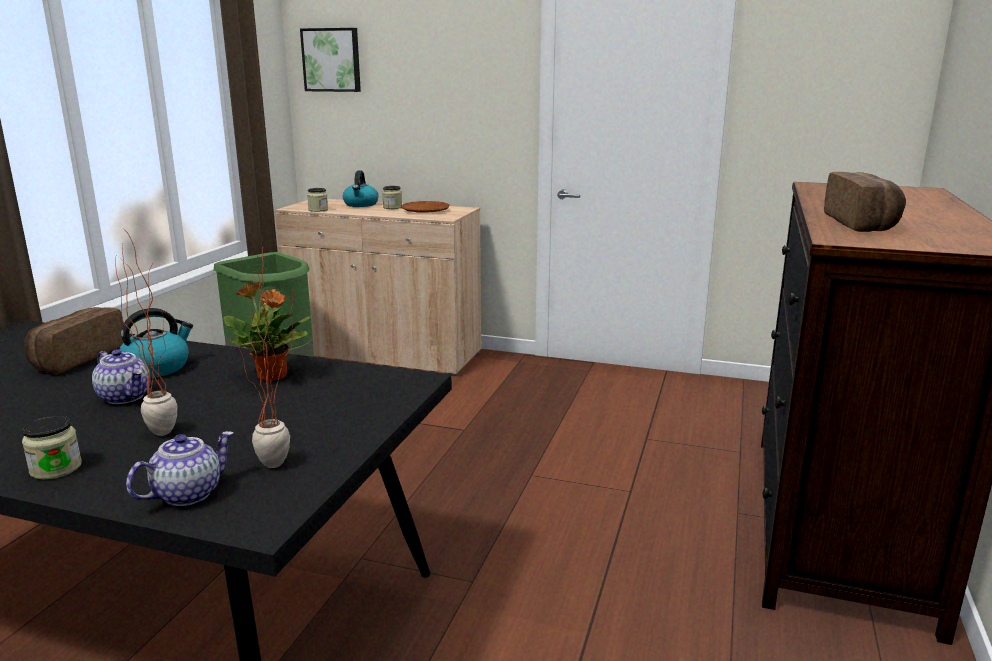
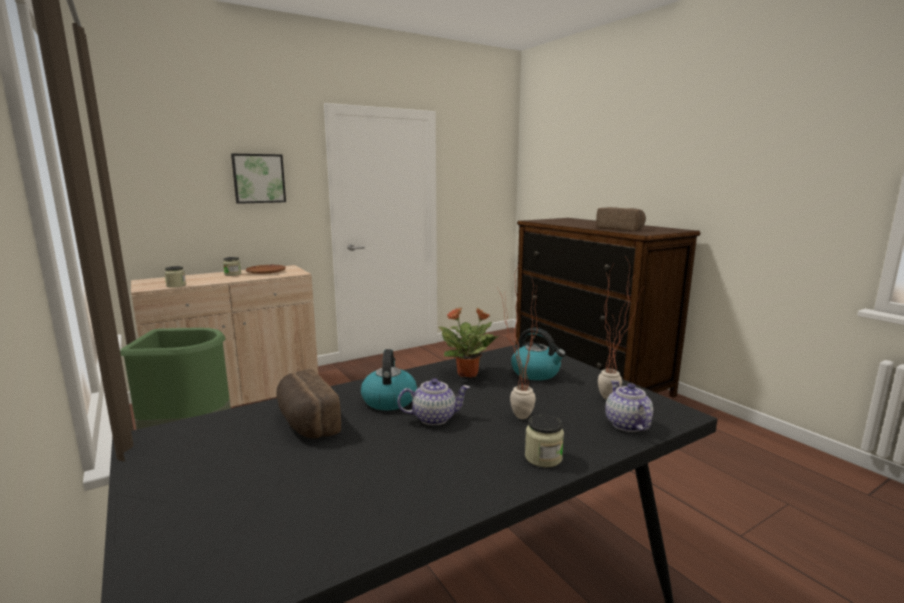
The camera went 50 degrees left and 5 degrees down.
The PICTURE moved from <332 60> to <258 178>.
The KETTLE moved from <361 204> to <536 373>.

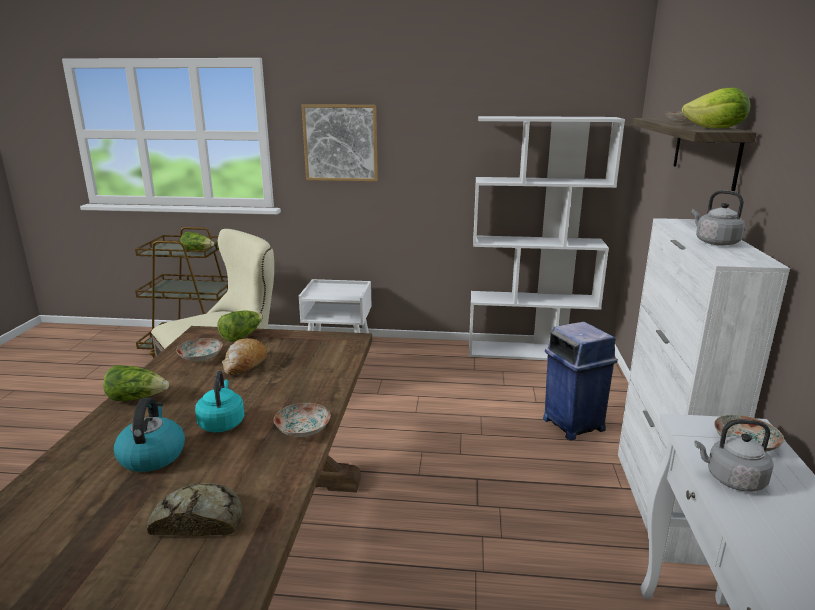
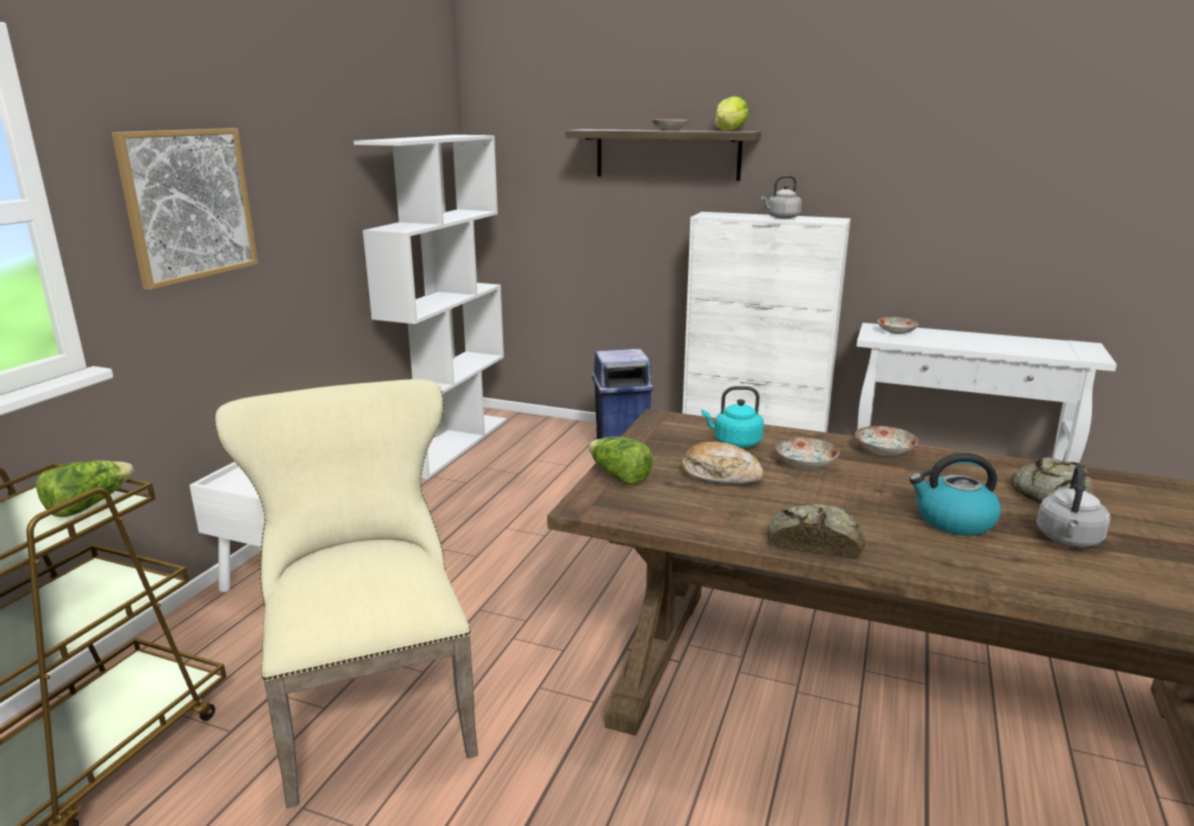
The camera went 75 degrees left and 0 degrees up.
The PLATE moved from <201 357> to <805 463>.
The LETTUCE at <137 398> was replaced by the BREAD at <814 540>.
The TURQUOISE KETTLE moved from <222 423> to <734 442>.
The GREY KETTLE moved from <732 479> to <1068 540>.

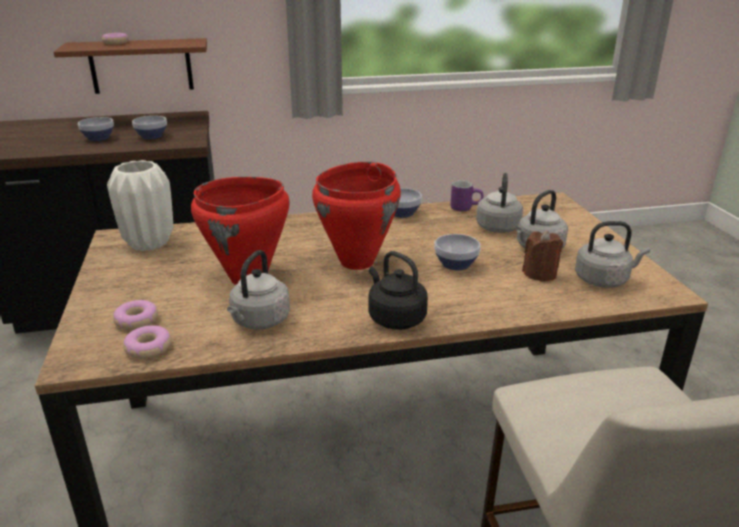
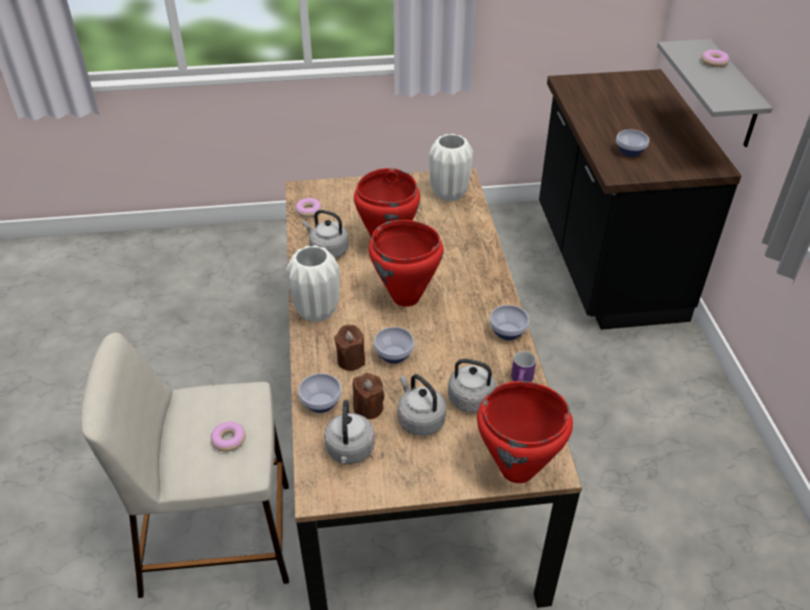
The camera went 95 degrees right and 15 degrees up.
The BROWN SHELF at <141 66> became the GREY SHELF at <732 96>.
The BOWL moved from <98 138> to <321 402>.
The BLACK KETTLE at <394 318> was replaced by the WHITE VASE at <317 311>.
The DONUT moved from <136 321> to <228 440>.
The BROWN CANDLE at <351 360> appeared.
The RED COOKING POT at <518 470> appeared.

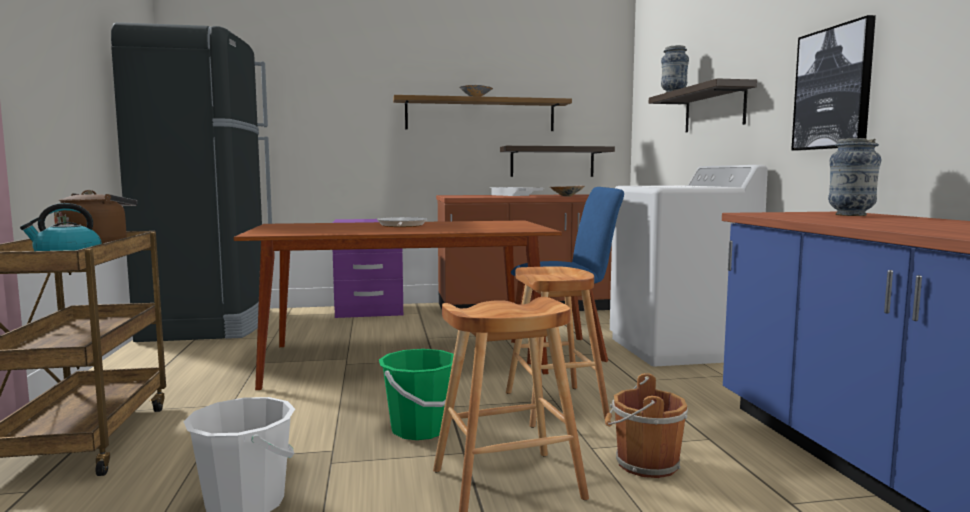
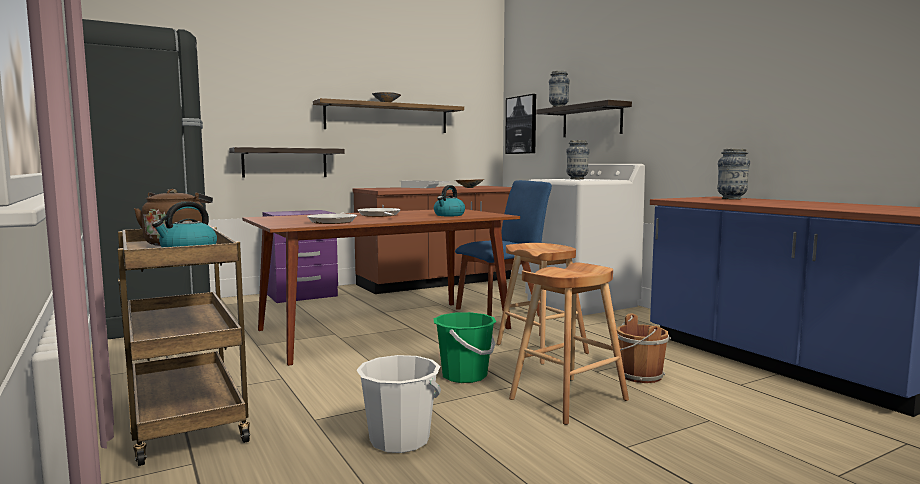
The camera went 20 degrees left and 0 degrees up.
The PICTURE moved from <833 88> to <521 125>.
The SHELF moved from <552 162> to <285 162>.
The VASE at <577 179> appeared.
The KETTLE at <449 215> appeared.
The FRYING PAN at <333 221> appeared.

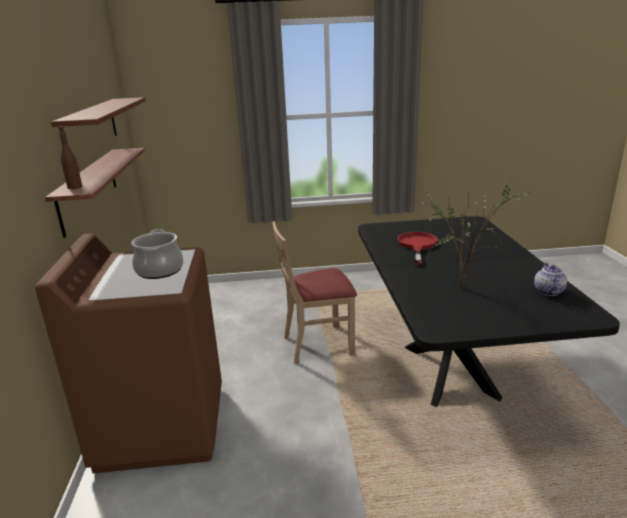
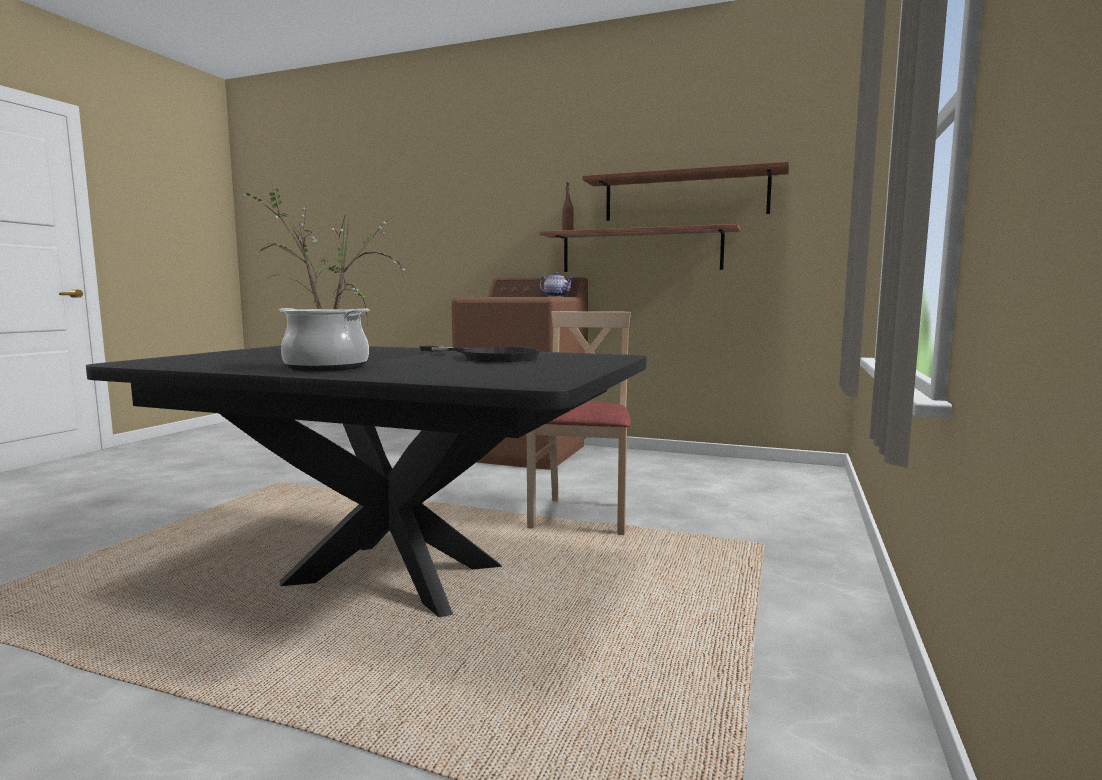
The camera went 115 degrees right and 15 degrees down.
The COOKING POT moved from <160 270> to <326 367>.
The RED FRYING PAN at <417 245> became the BLACK FRYING PAN at <490 357>.
The TEAPOT moved from <548 291> to <556 296>.

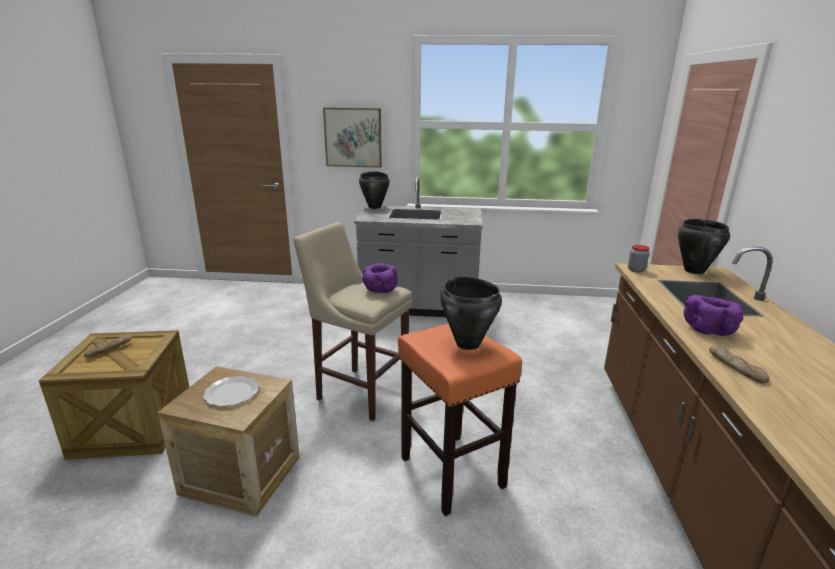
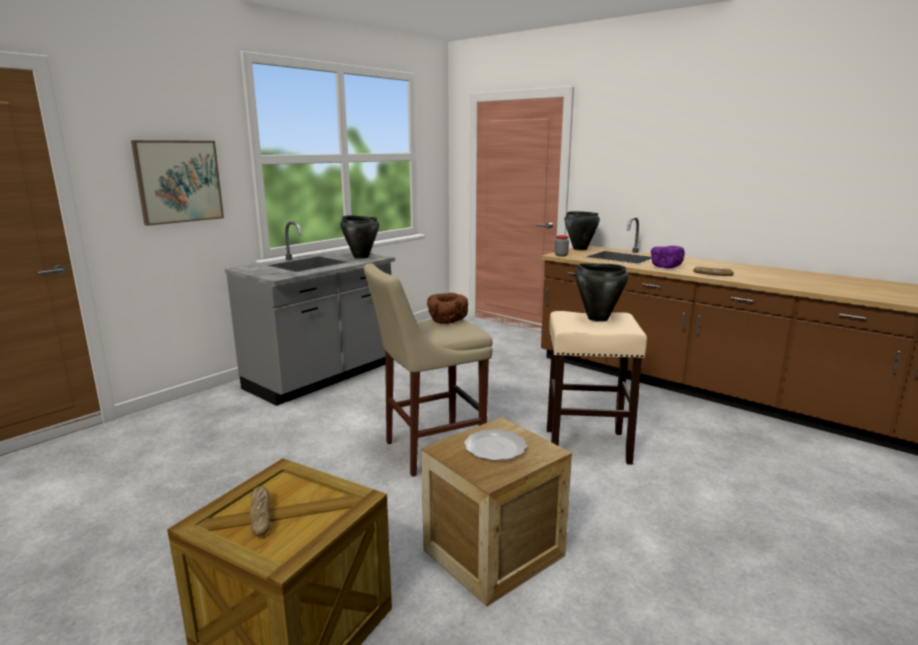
The camera went 55 degrees left and 5 degrees down.
The BLACK COOKING POT moved from <375 207> to <361 257>.
The PURPLE BOWL at <379 290> became the BROWN BOWL at <447 321>.
The ORANGE STOOL at <450 471> became the BEIGE STOOL at <586 446>.

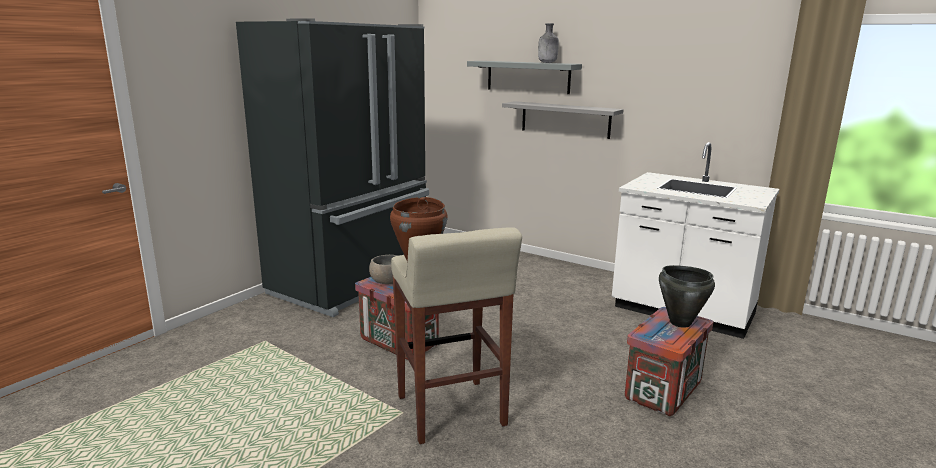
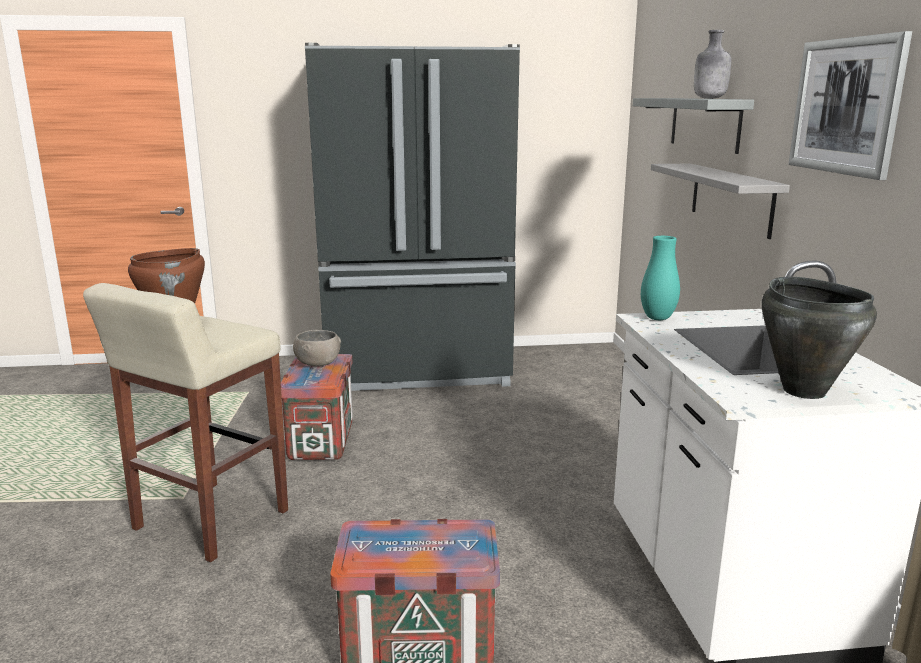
The camera went 50 degrees right and 0 degrees up.
The BLACK COOKING POT moved from <680 322> to <804 391>.
The PICTURE at <846 106> appeared.
The TURQUOISE VASE at <657 318> appeared.

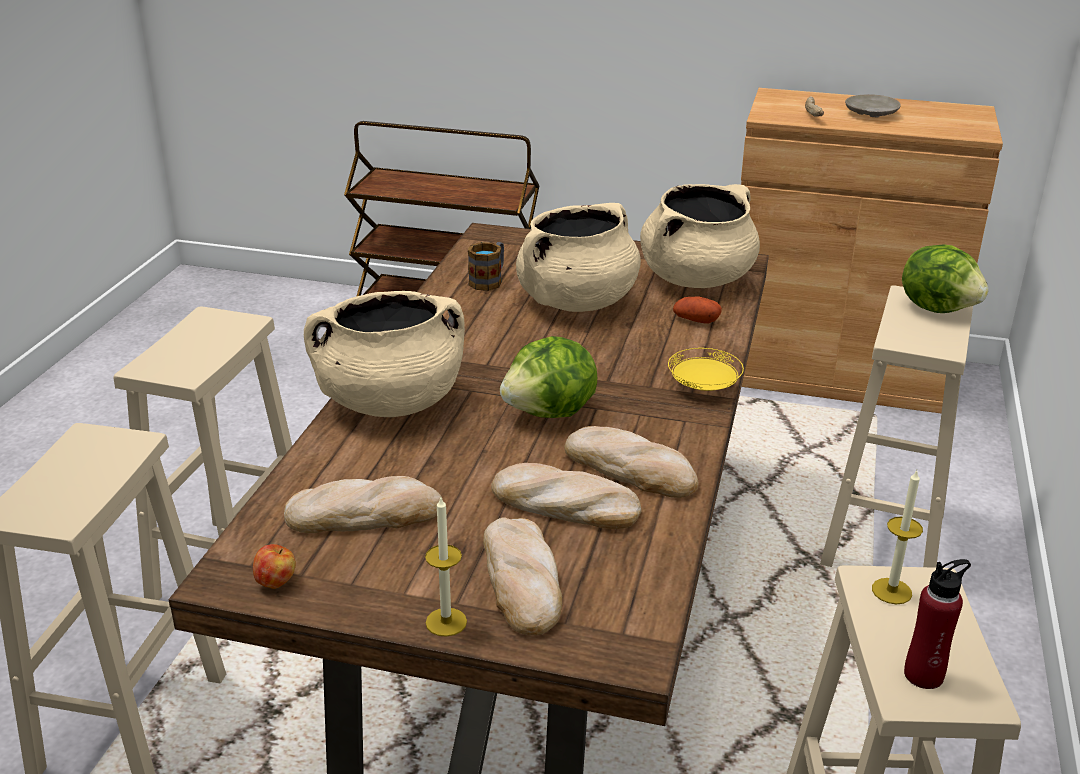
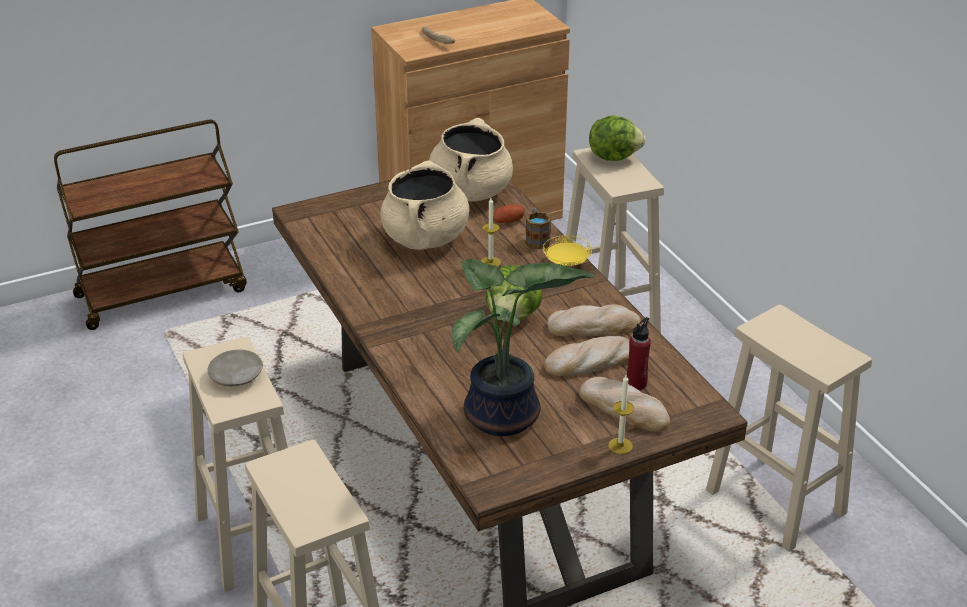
The camera went 40 degrees left and 5 degrees up.
The BEIGE PLATE moved from <870 114> to <236 376>.
The MUG moved from <489 280> to <536 239>.
The BEIGE COOKING POT at <390 402> disappeared.
The CANDLE moved from <891 591> to <490 262>.
The BREAD at <364 513> was replaced by the POTTED PLANT at <504 419>.
The APPLE at <276 582> disappeared.
The RED BOTTLE moved from <924 675> to <636 383>.

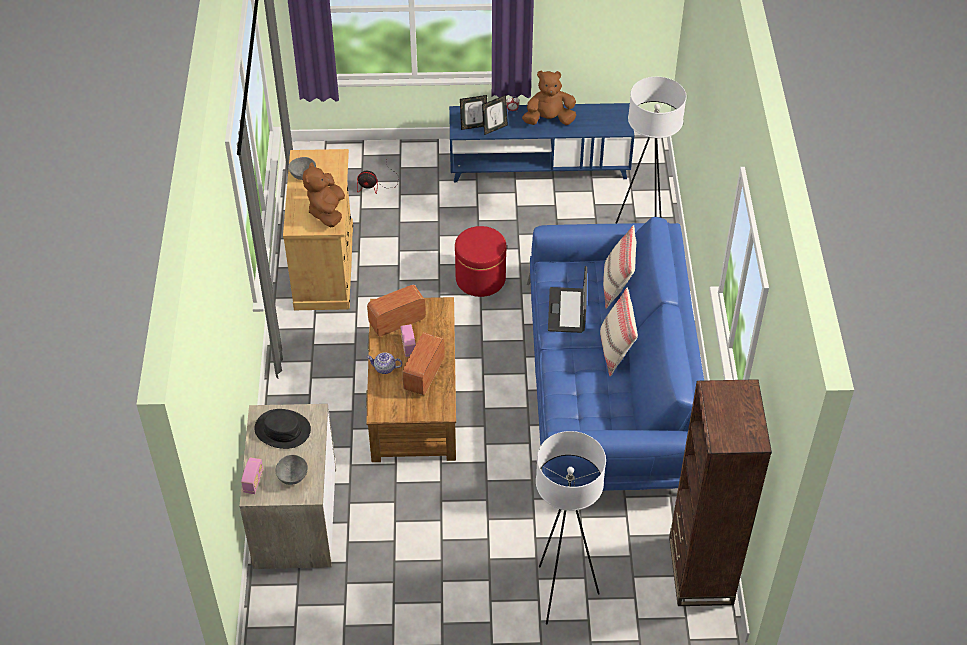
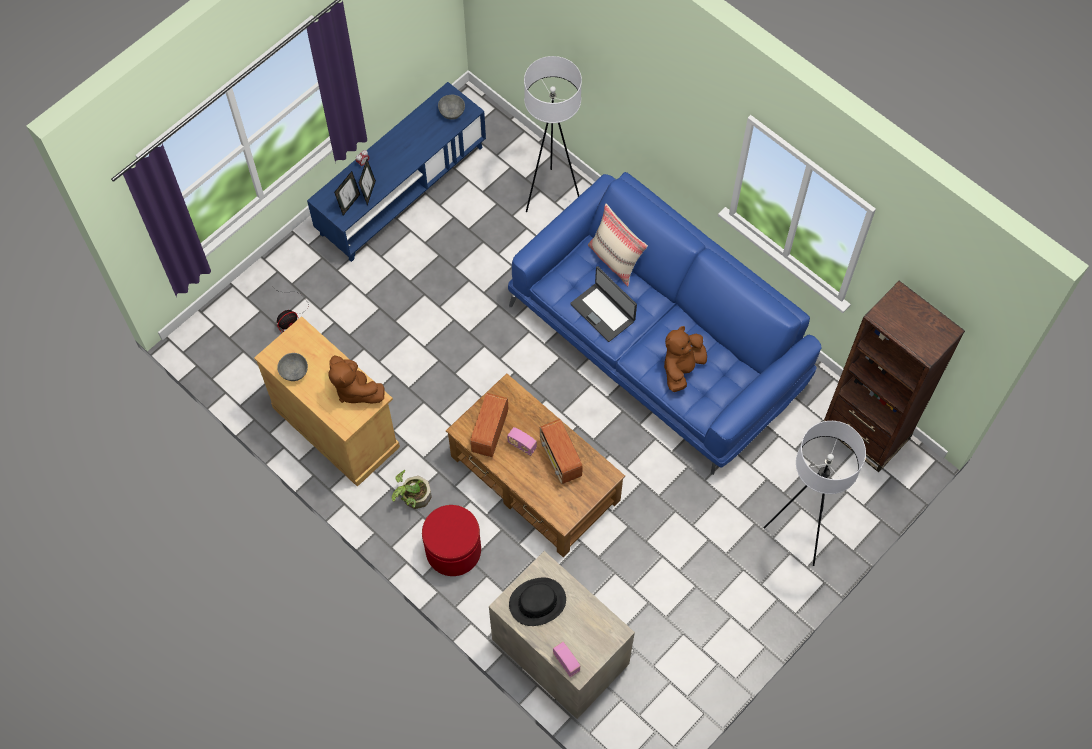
The camera went 45 degrees left and 15 degrees up.
The BROWN PLUSH TOY moved from <549 120> to <681 368>.
The RED OTTOMAN moved from <480 279> to <453 550>.
The BEIGE PILLOW at <616 351> disappeared.
The TEAPOT at <385 368> disappeared.
The GREY BOWL moved from <293 476> to <452 112>.
The POTTED PLANT at <413 497> appeared.

